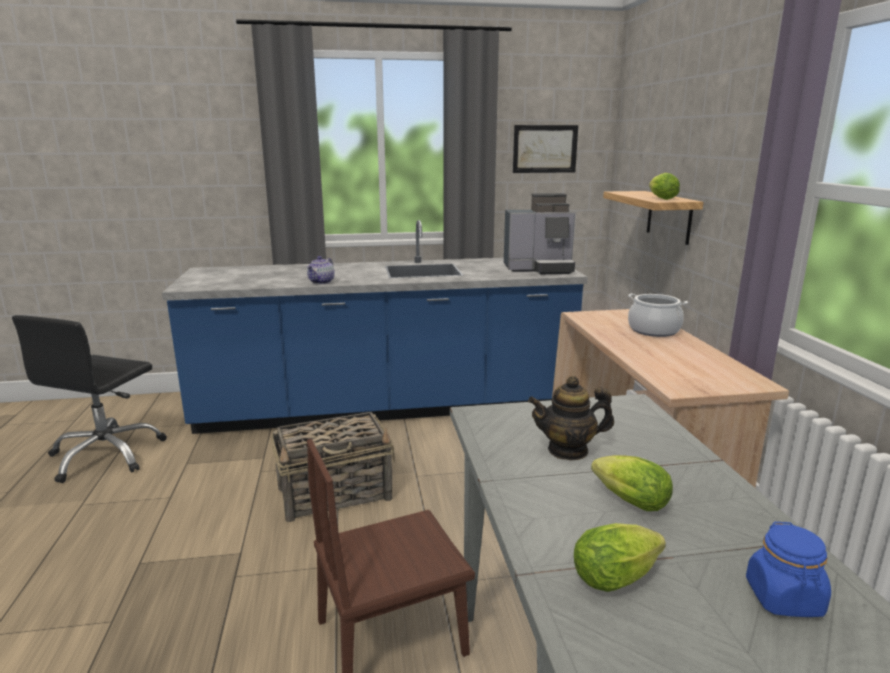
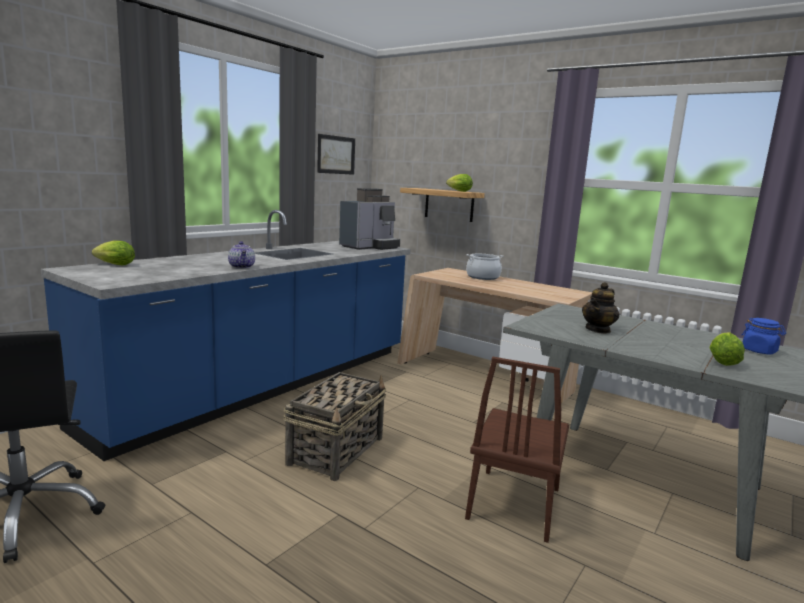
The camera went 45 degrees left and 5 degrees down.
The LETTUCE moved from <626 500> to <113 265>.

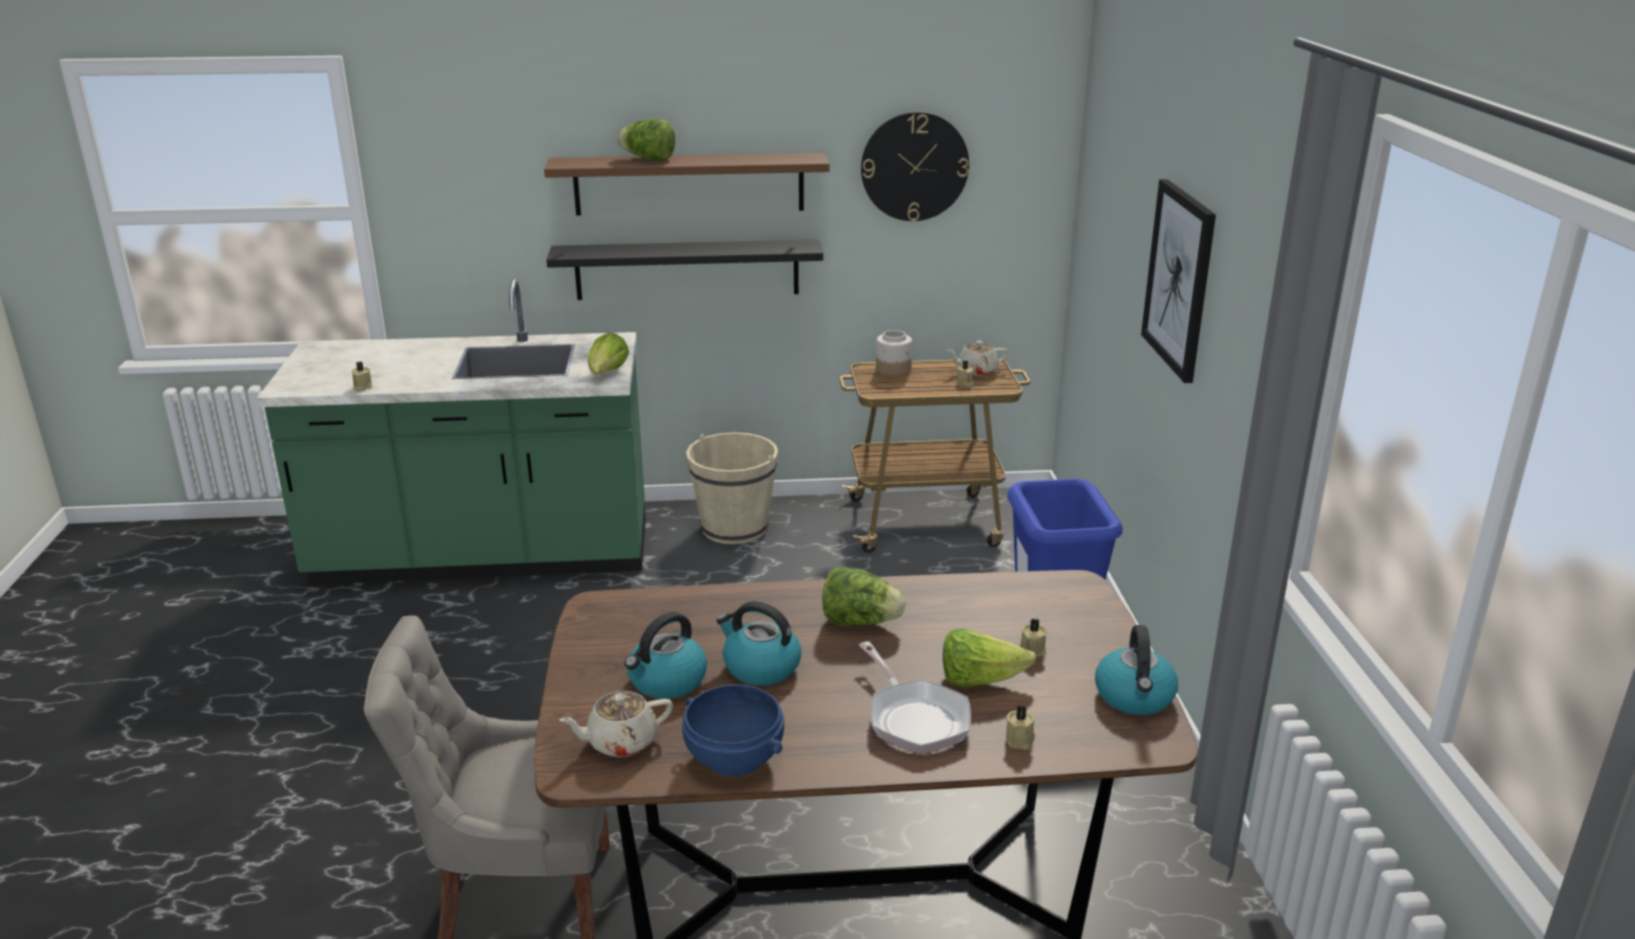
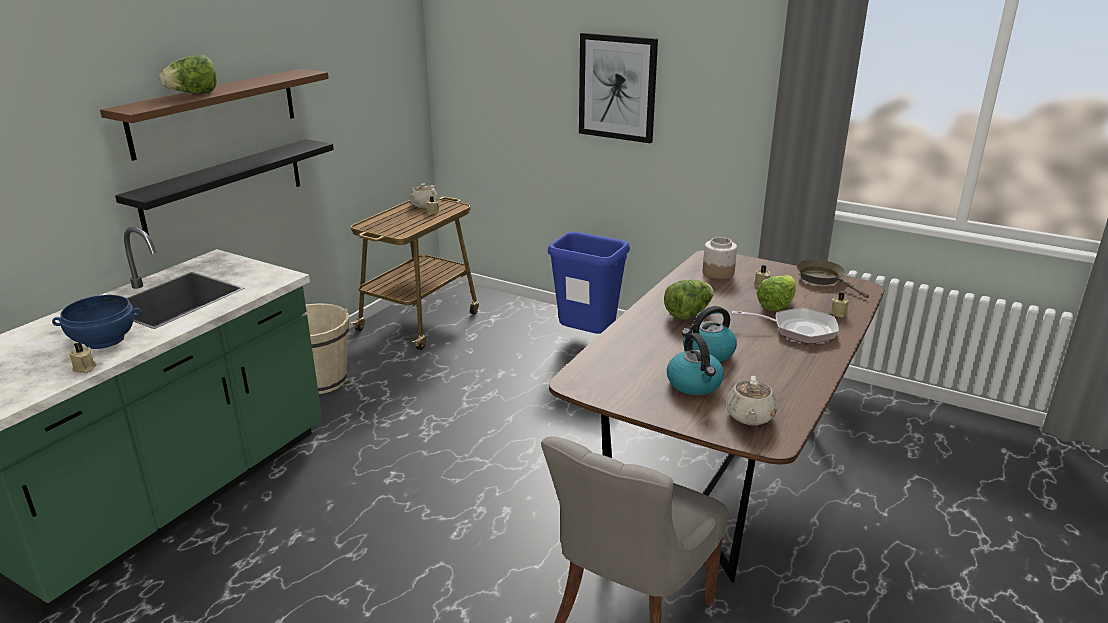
The camera went 55 degrees left and 0 degrees up.
The WALL CLOCK at <914 166> disappeared.
The JAR moved from <893 370> to <718 272>.
The LETTUCE at <607 374> disappeared.
The KETTLE at <1134 697> was replaced by the BROWN FRYING PAN at <823 279>.
The BLUE BOWL moved from <735 758> to <104 340>.

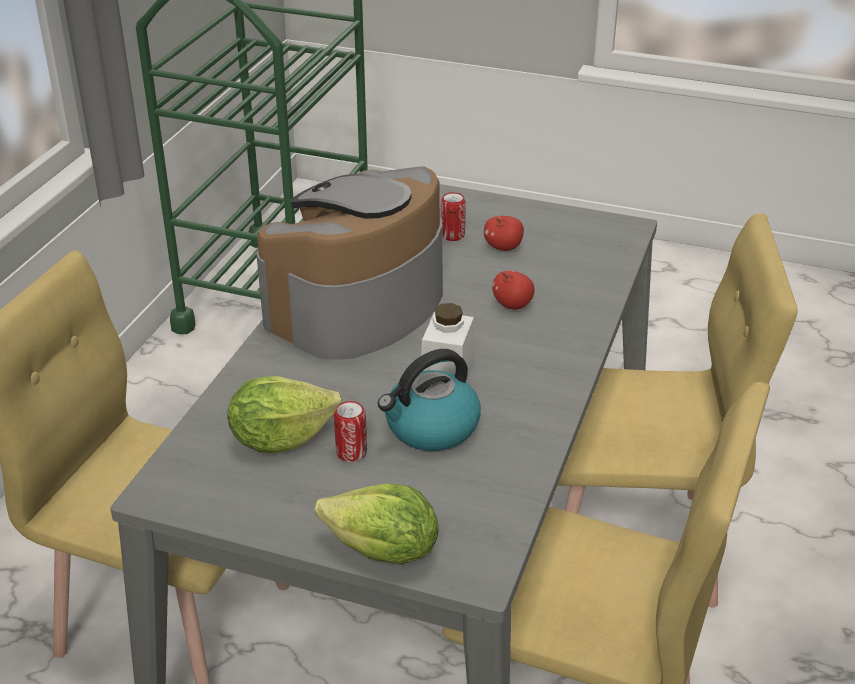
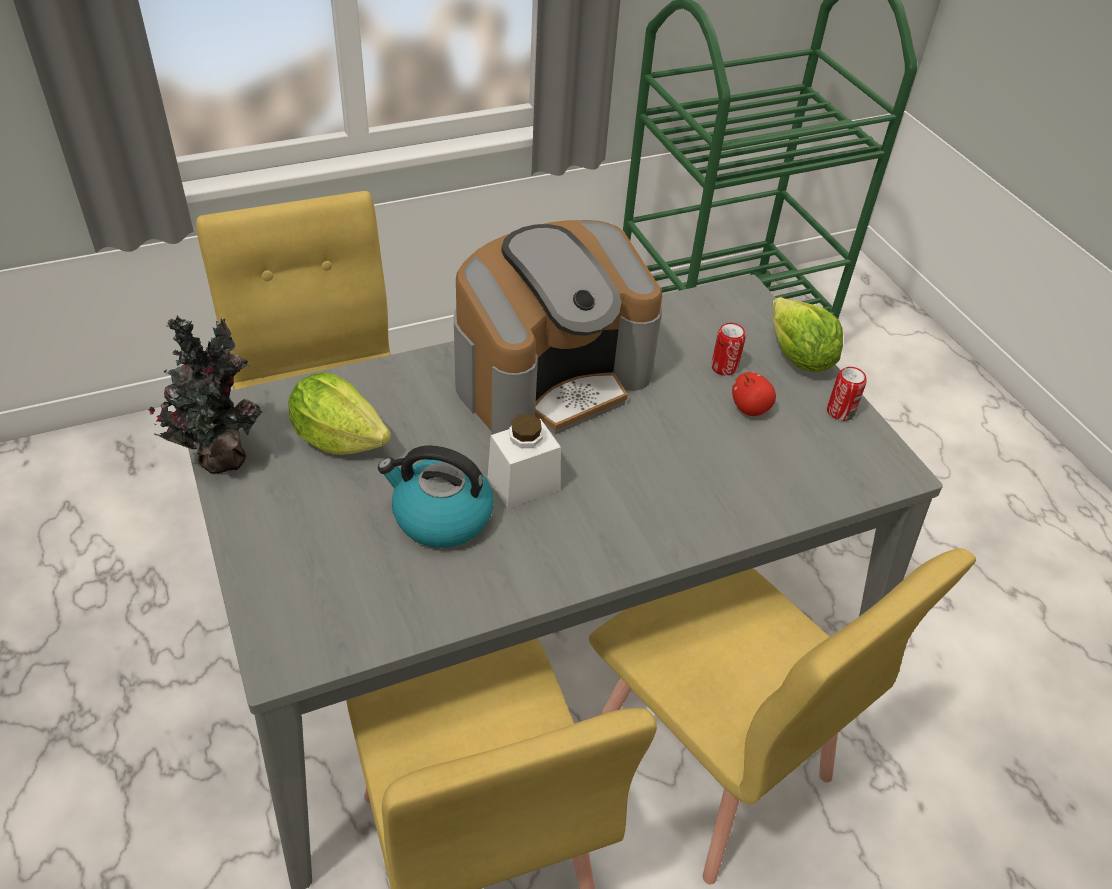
The camera went 45 degrees right and 10 degrees up.
The COFFEE MACHINE at <358 307> turned 150 degrees clockwise.
The APPLE at <512 305> disappeared.
The CAN moved from <351 453> to <840 412>.
The LETTUCE moved from <383 552> to <798 358>.
The POTTED PLANT at <221 456> appeared.

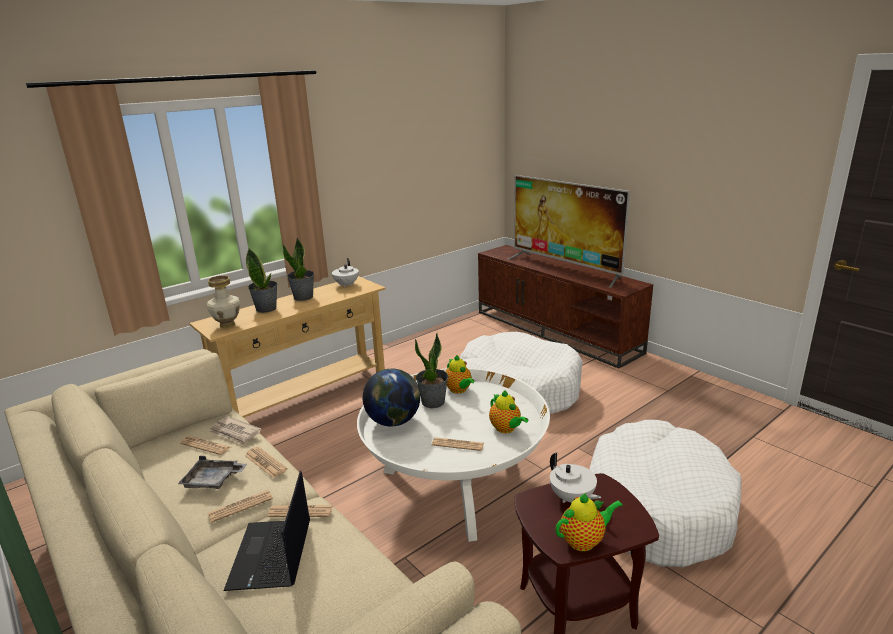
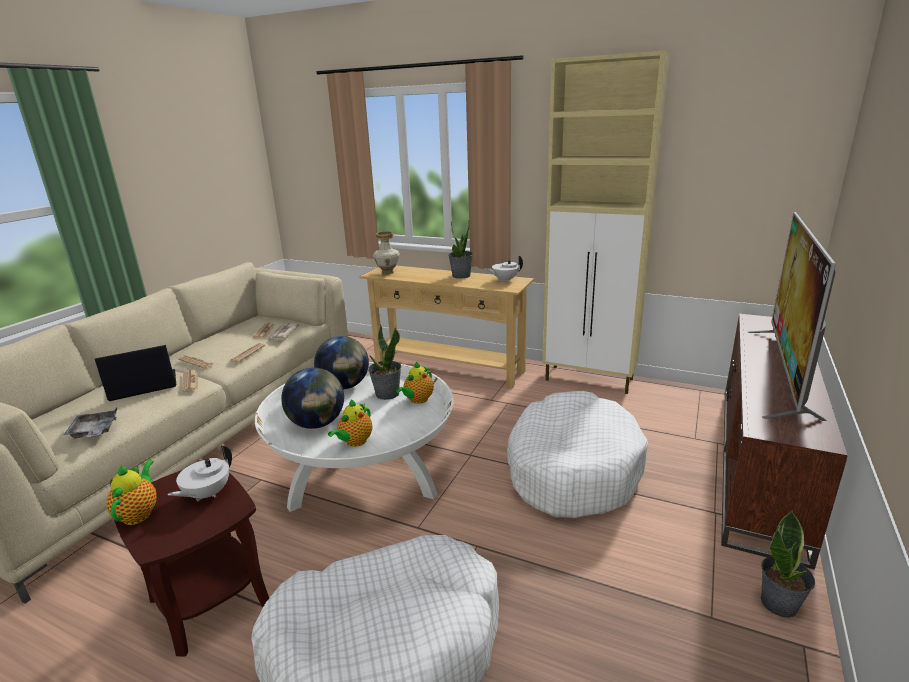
The camera went 65 degrees right and 0 degrees up.
The POTTED PLANT moved from <266 308> to <779 604>.
The NEWSPAPER at <457 444> was replaced by the GLOBE at <317 424>.
The GREY TRAY moved from <213 480> to <94 431>.
The TEAPOT at <584 541> turned 135 degrees counterclockwise.
The BEIGE CABINET at <590 380> appeared.

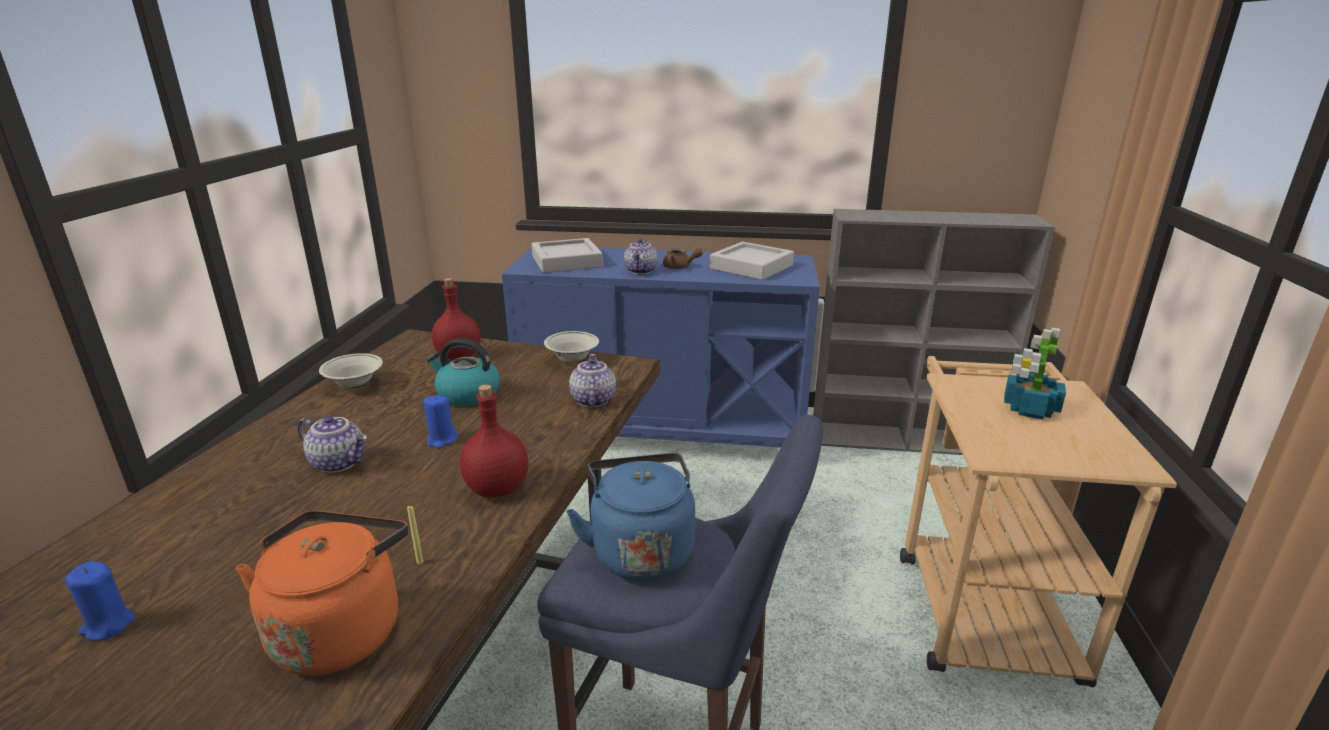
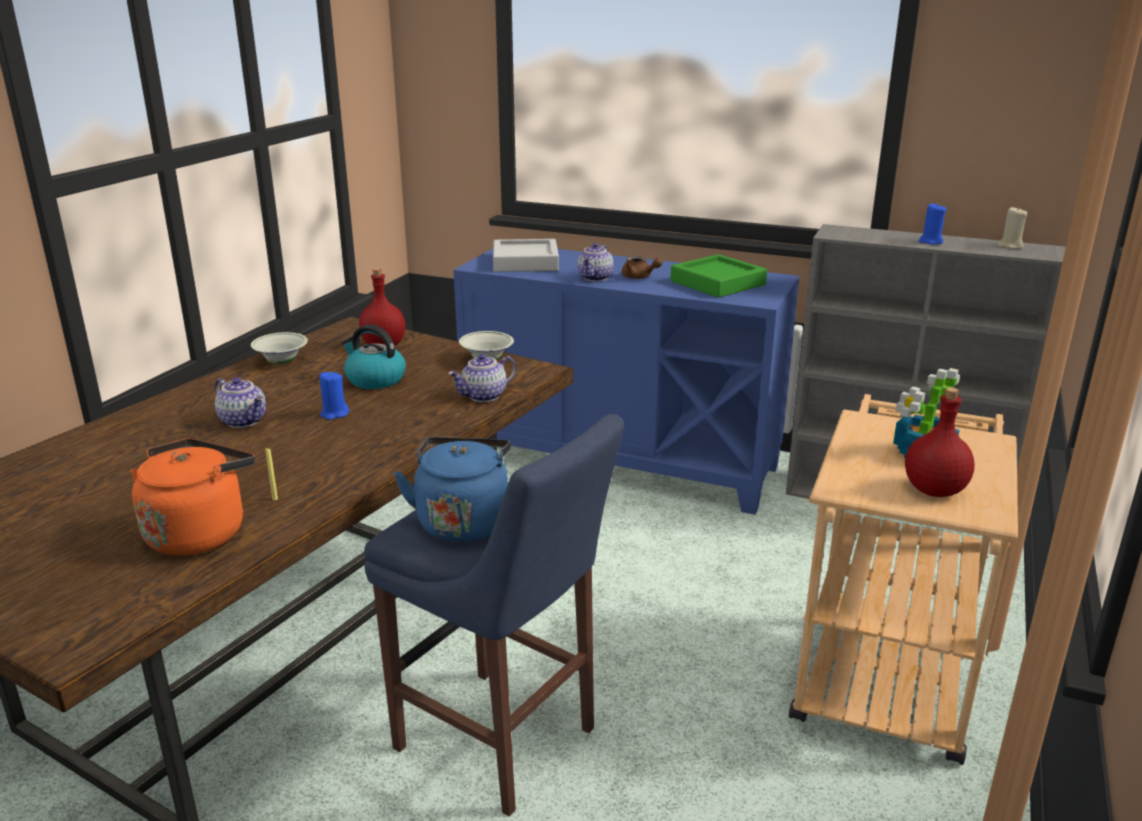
The camera went 15 degrees right and 0 degrees up.
The GREY TRAY at <751 267> became the GREEN TRAY at <717 283>.
The TEAPOT at <592 400> turned 135 degrees counterclockwise.
The RED BOTTLE moved from <496 489> to <933 490>.
The BLUE CANDLE moved from <108 625> to <930 242>.
The BEIGE CANDLE at <1010 246> appeared.

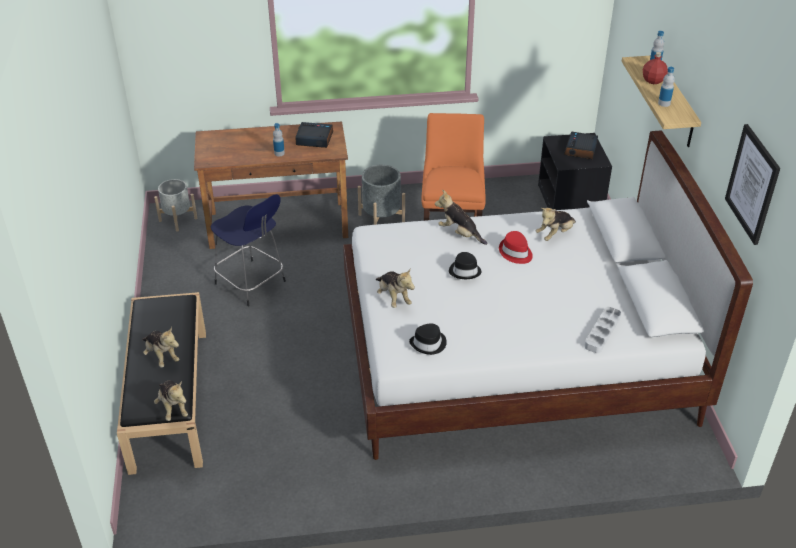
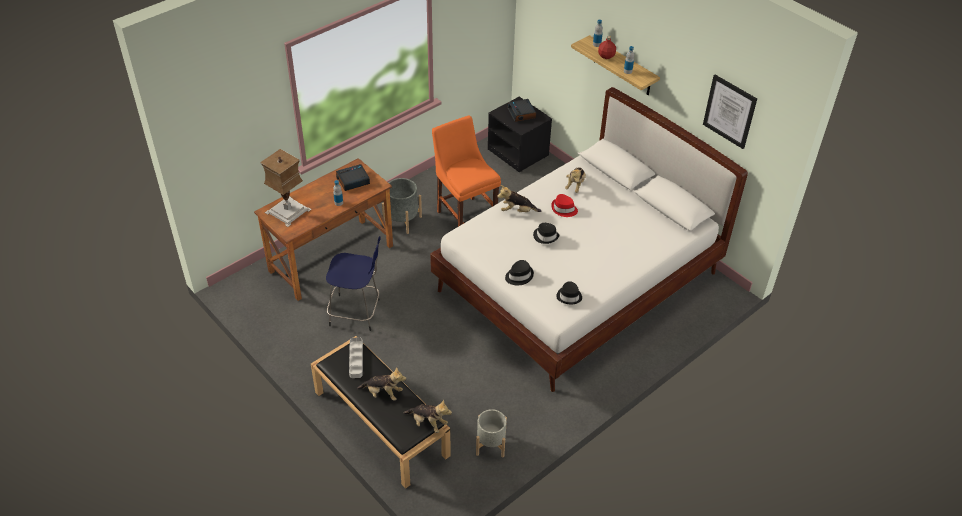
The camera went 35 degrees left and 5 degrees up.
The GREY PLANTER moved from <178 219> to <491 444>.
The PLUSH TOY at <393 298> was replaced by the BLACK HAT at <519 276>.
The GREY TRAY moved from <602 332> to <356 359>.
The TABLE LAMP at <287 211> appeared.

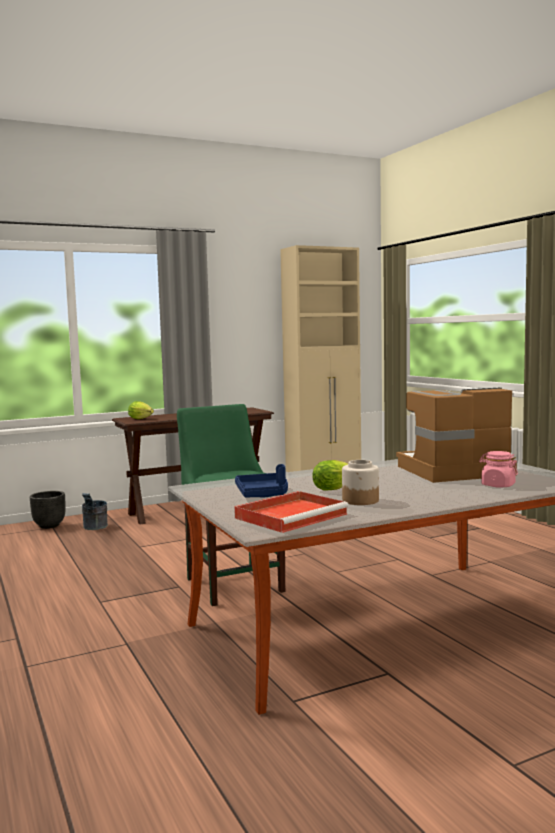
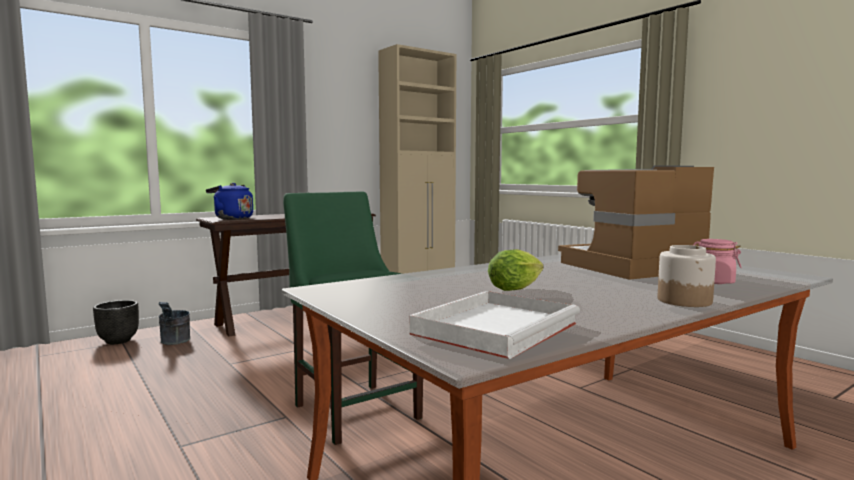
The camera went 10 degrees left and 0 degrees up.
The LETTUCE at <142 419> was replaced by the BLUE KETTLE at <231 218>.
The JAR moved from <361 500> to <684 301>.
The BLUE TRAY at <263 494> disappeared.
The RED TRAY at <292 515> became the WHITE TRAY at <496 328>.

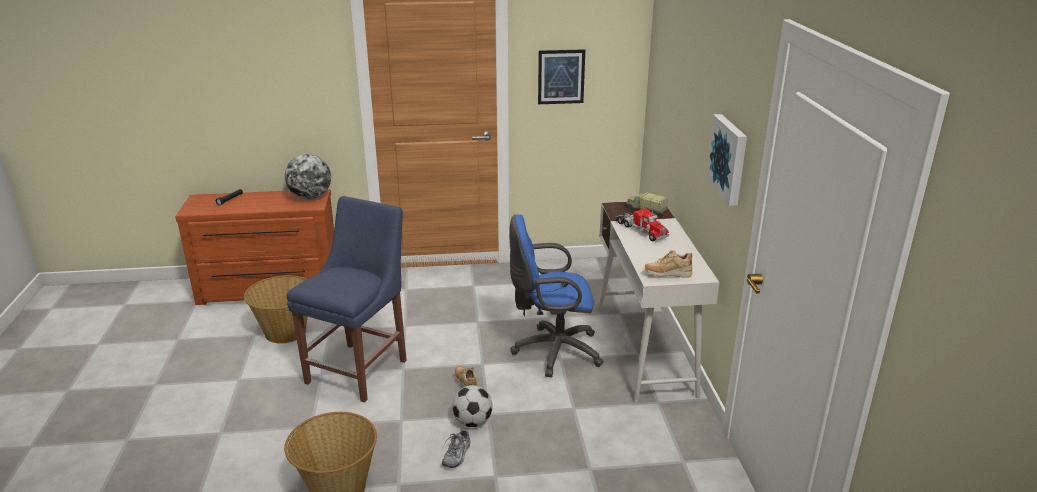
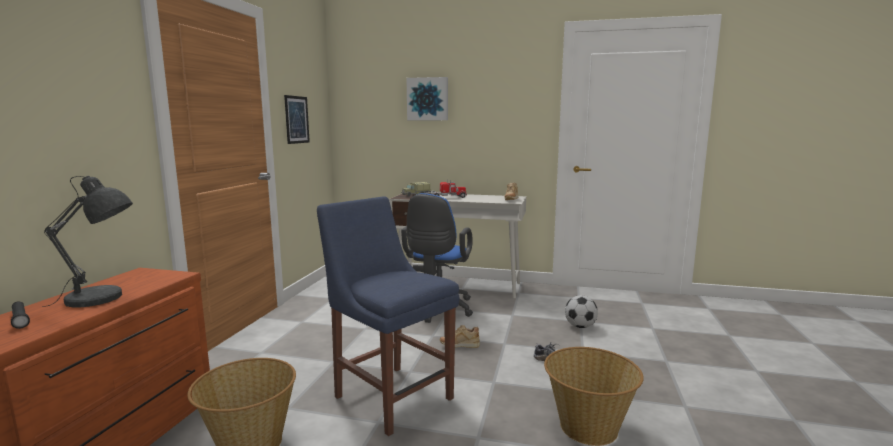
The camera went 70 degrees left and 15 degrees down.
The PICTURE moved from <729 158> to <428 99>.
The GLOBE at <310 197> disappeared.
The FOOTBALL moved from <473 422> to <580 326>.
The GREY TABLE LAMP at <100 299> appeared.

